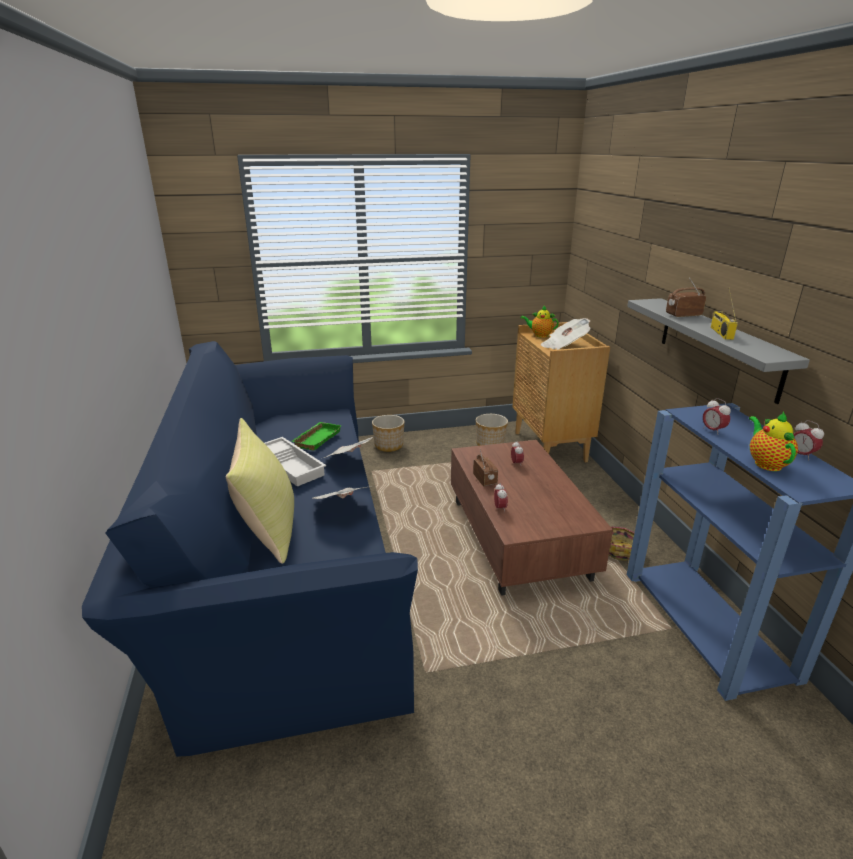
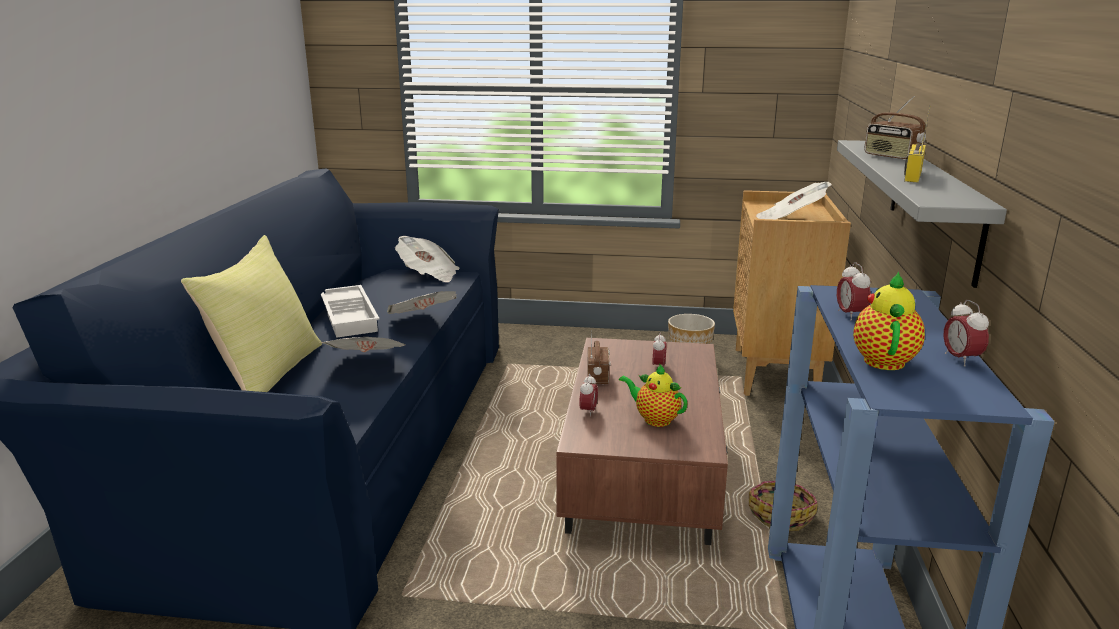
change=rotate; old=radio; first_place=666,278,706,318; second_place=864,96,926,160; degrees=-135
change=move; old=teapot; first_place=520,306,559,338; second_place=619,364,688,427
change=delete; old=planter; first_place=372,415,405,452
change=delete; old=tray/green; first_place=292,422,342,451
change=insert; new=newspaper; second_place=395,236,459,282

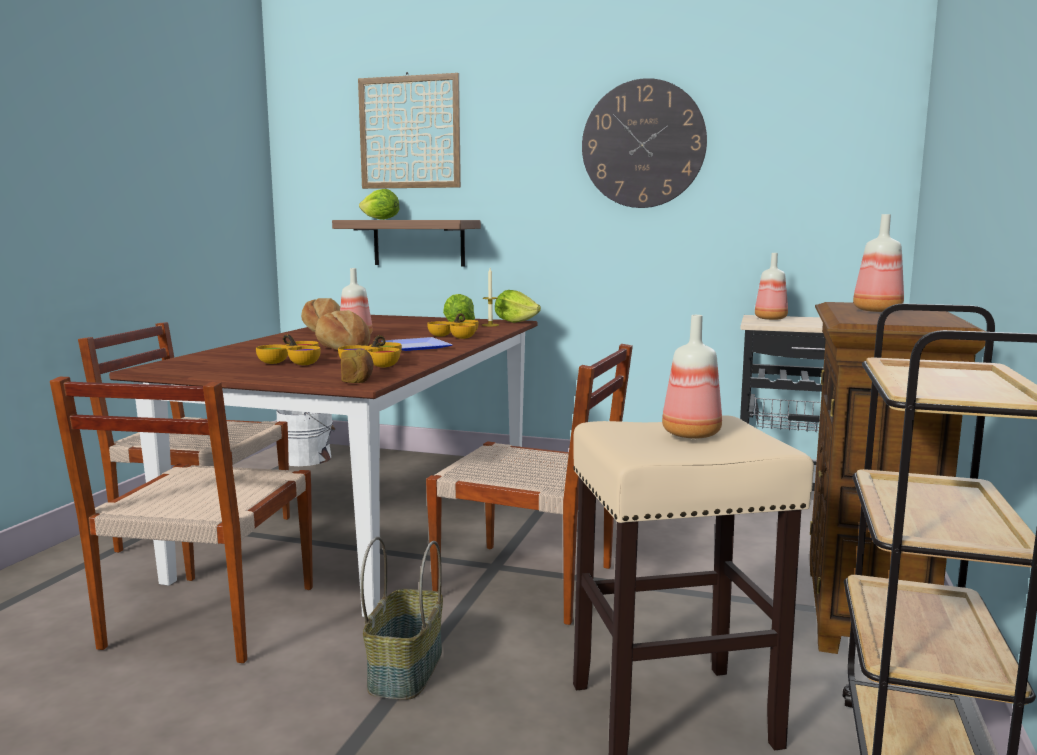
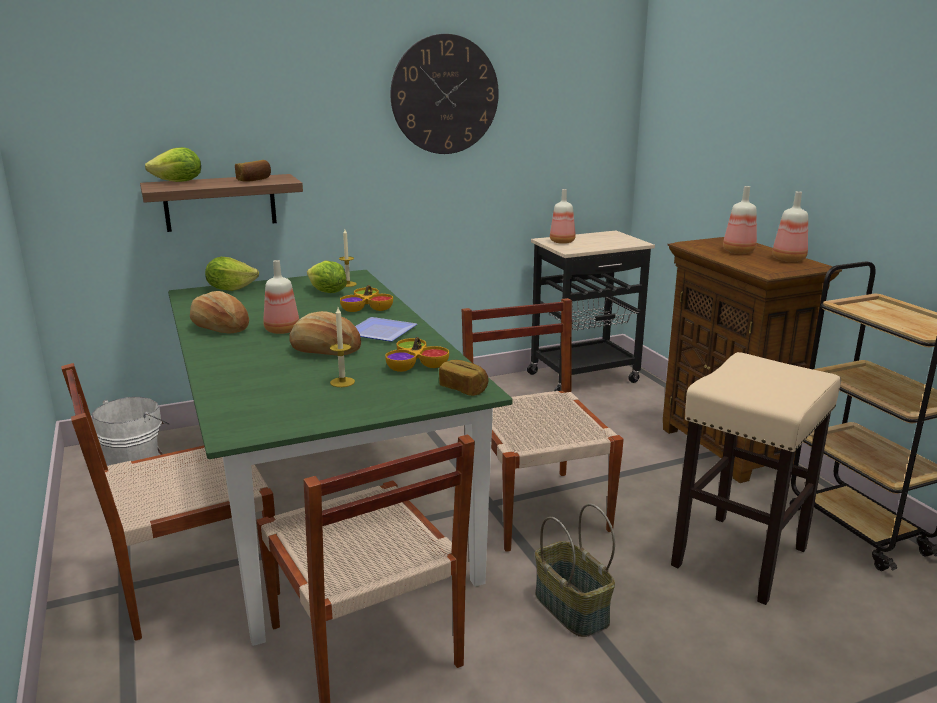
change=delete; old=picture; first_place=358,72,461,189
change=move; old=lettuce; first_place=495,290,541,323; second_place=205,257,259,291
change=recolor; old=dining table/brown; new=dining table/green; first_place=109,315,537,617; second_place=168,270,513,646
change=move; old=bottle; first_place=662,315,722,439; second_place=772,191,808,262
change=replace; old=bowl; new=candle; first_place=256,334,321,365; second_place=330,308,355,387
change=rotate; old=chair; first_place=426,344,633,625; second_place=462,298,624,552; degrees=-90
change=insert; new=bread; second_place=235,160,271,182

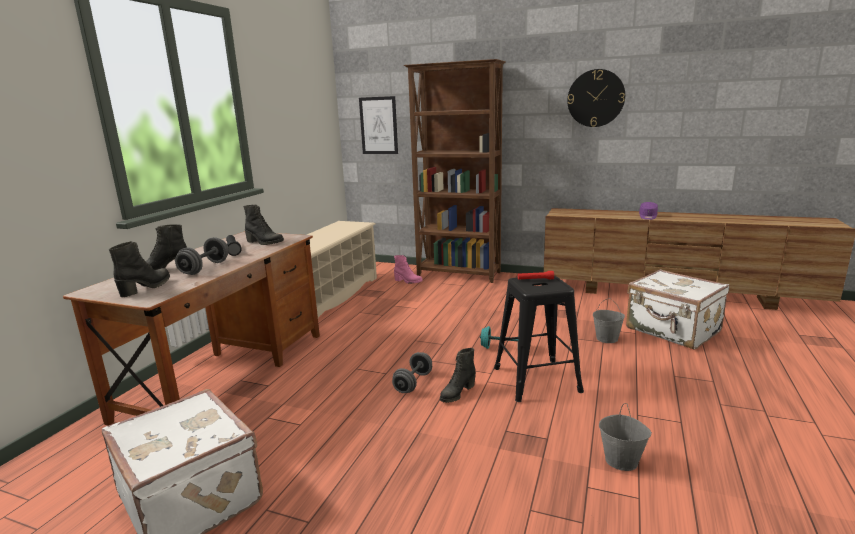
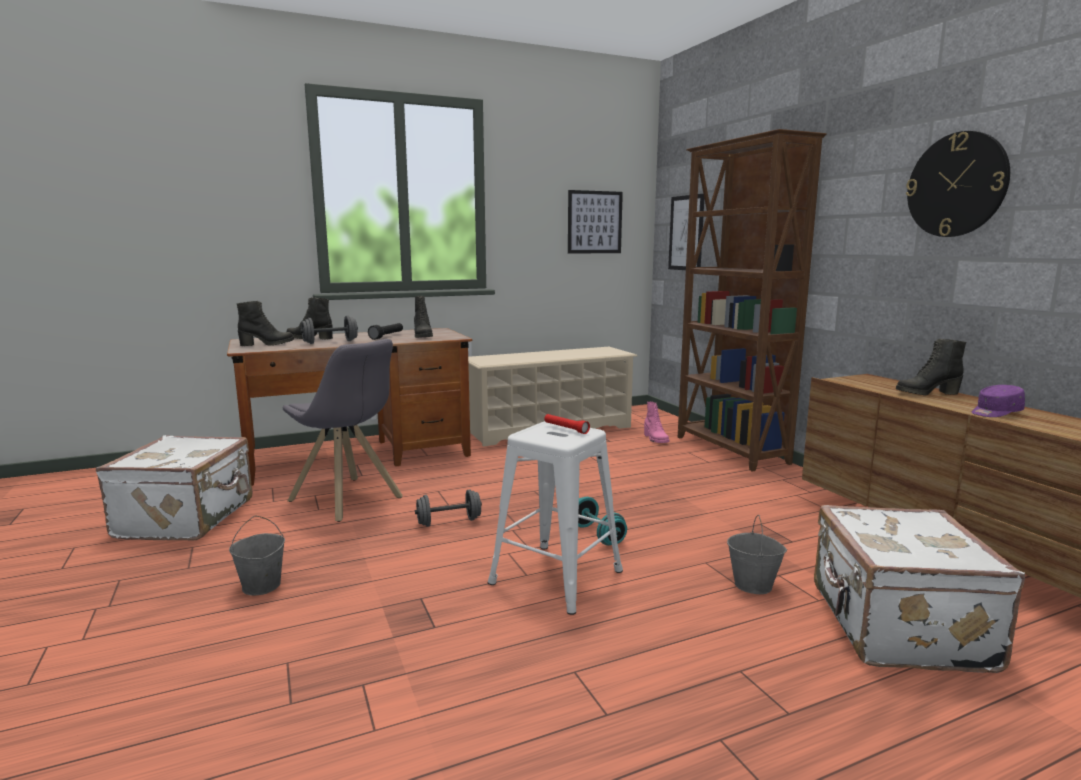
change=recolor; old=stool/black; new=stool/white; first_place=494,275,584,402; second_place=488,421,623,615
change=move; old=boot/black; first_place=440,348,476,403; second_place=896,339,966,395
change=move; old=bucket/grey; first_place=599,403,652,471; second_place=229,516,285,595
change=insert; new=picture; second_place=568,190,623,254
change=insert; new=chair/grey; second_place=282,339,403,522

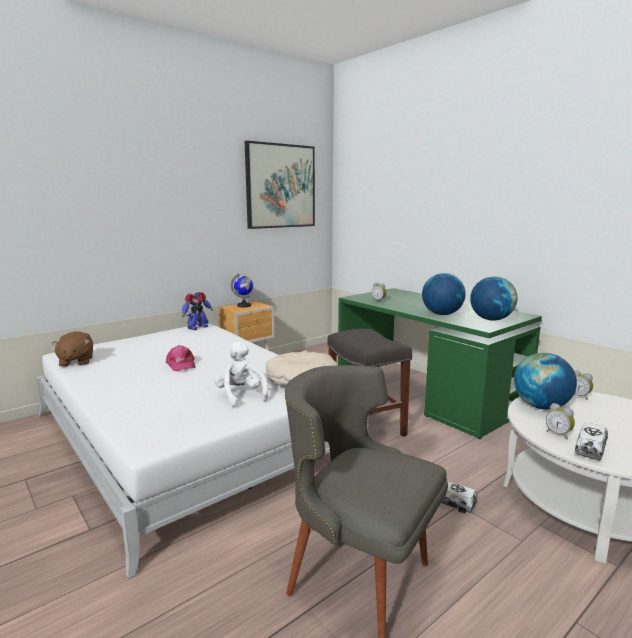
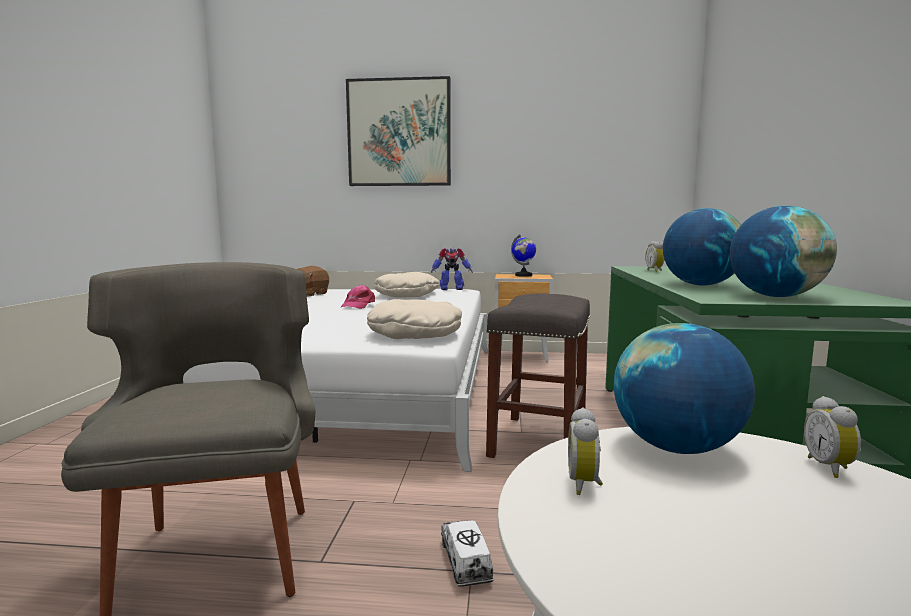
change=move; old=picture; first_place=245,141,315,229; second_place=346,76,451,186
change=delete; old=plush toy/white; first_place=214,342,268,407
change=delete; old=toy truck; first_place=575,423,608,461
change=insert; new=pillow/beige; second_place=374,272,439,298

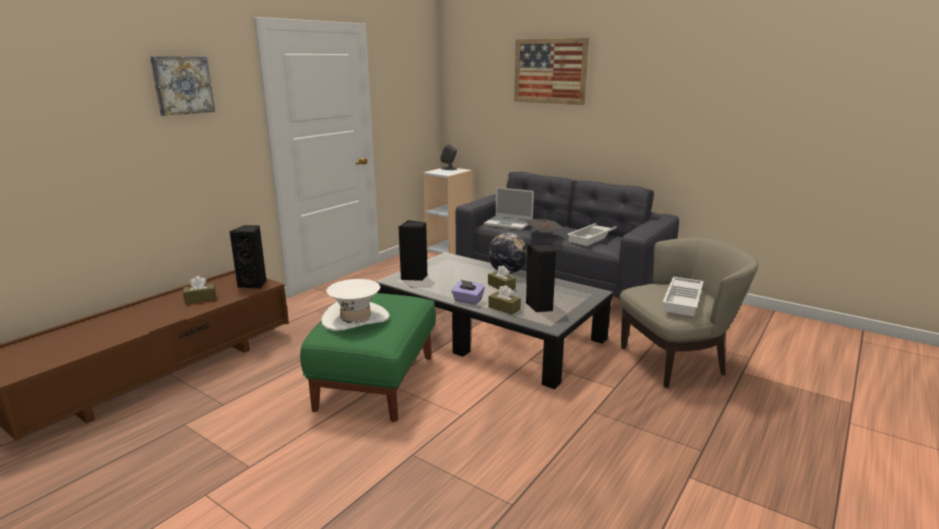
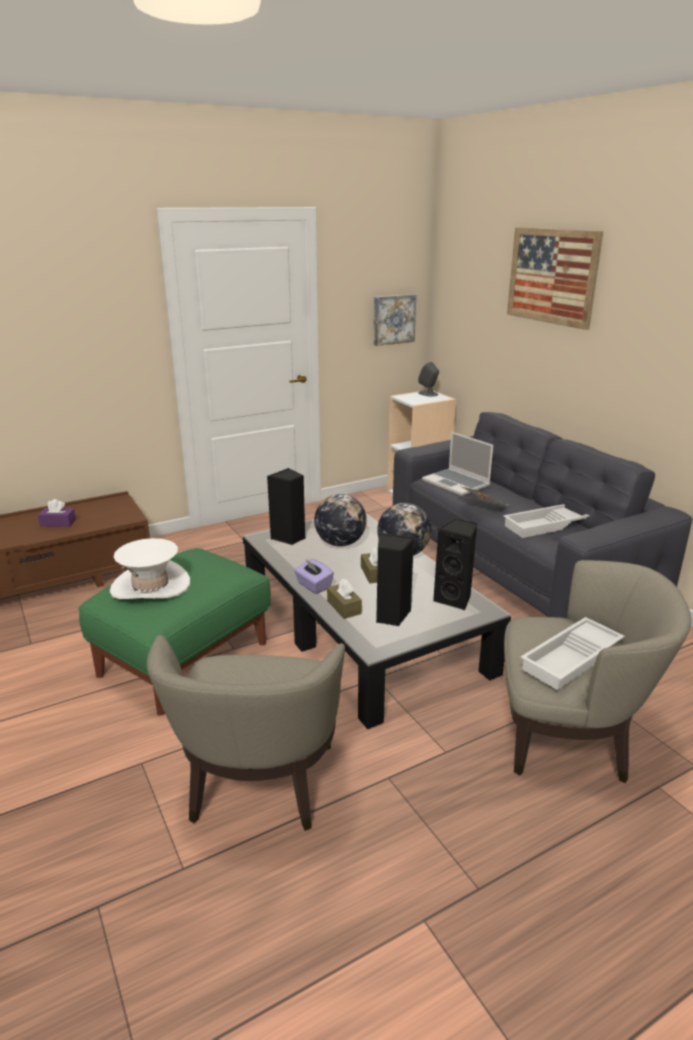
change=move; old=picture; first_place=150,56,215,116; second_place=373,294,416,346
change=move; old=speaker/black; first_place=230,225,267,289; second_place=433,519,477,610
change=recolor; old=tissue box/brown; new=tissue box/purple; first_place=183,276,216,304; second_place=38,499,76,527
change=insert; new=globe; second_place=314,494,367,546
change=insert; new=armchair/beige; second_place=147,635,345,831

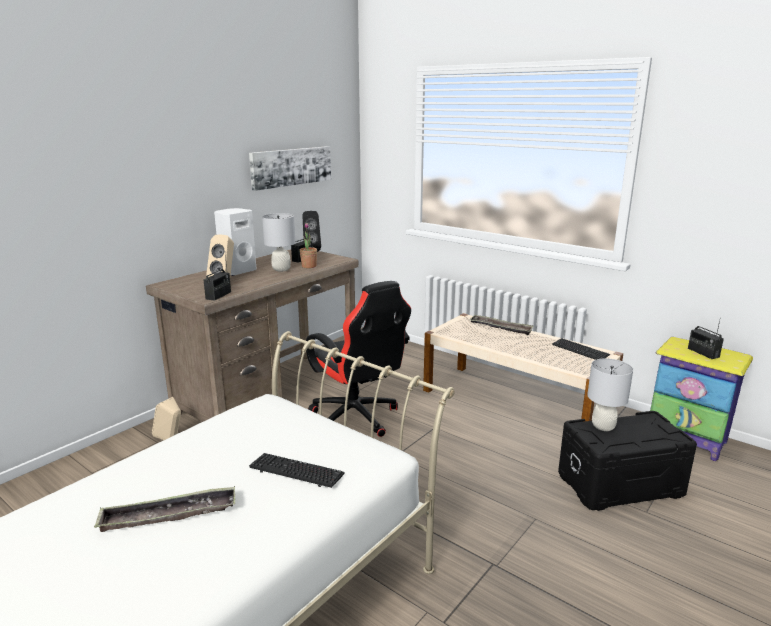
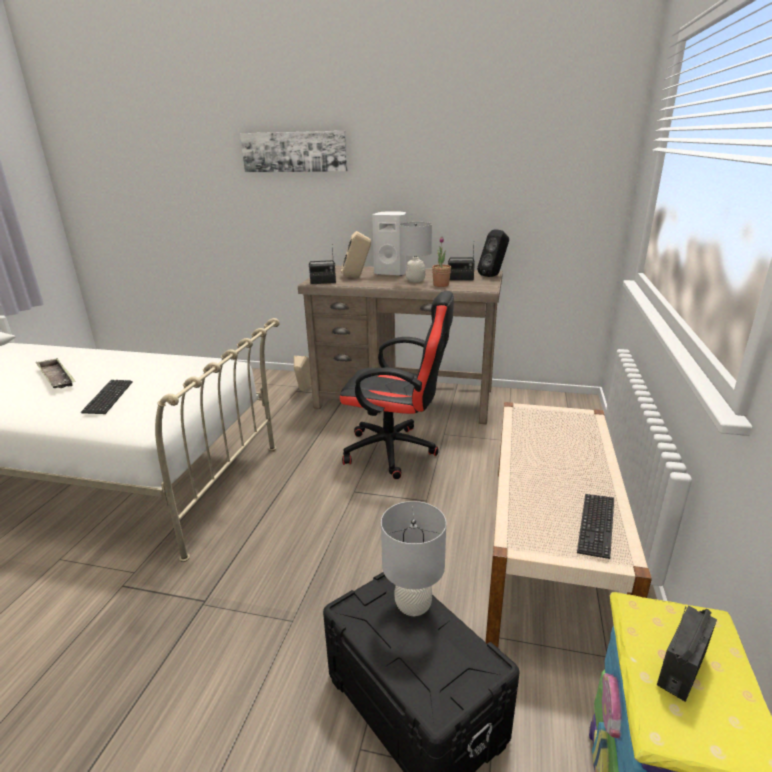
change=move; old=picture; first_place=249,146,331,191; second_place=240,131,347,172
change=rotate; old=office chair/black; first_place=306,281,411,437; second_place=340,291,454,479; degrees=-105
change=delete; old=tray; first_place=470,315,534,335

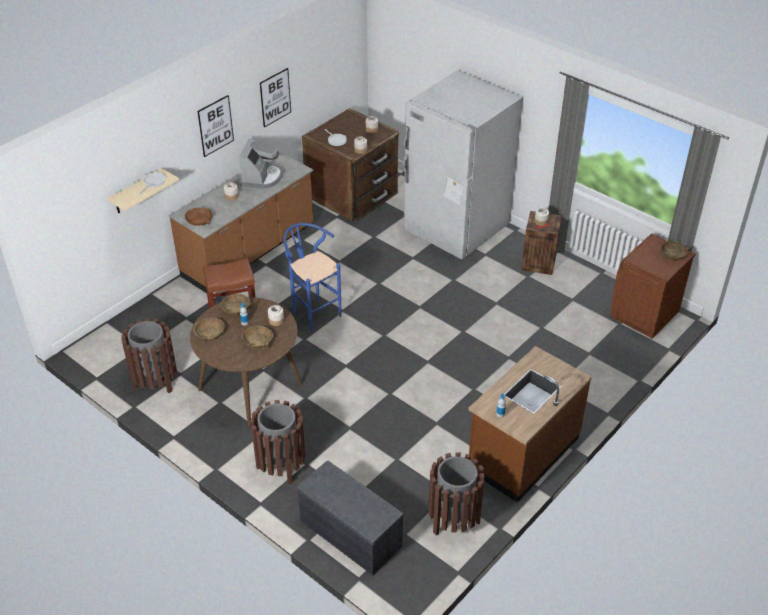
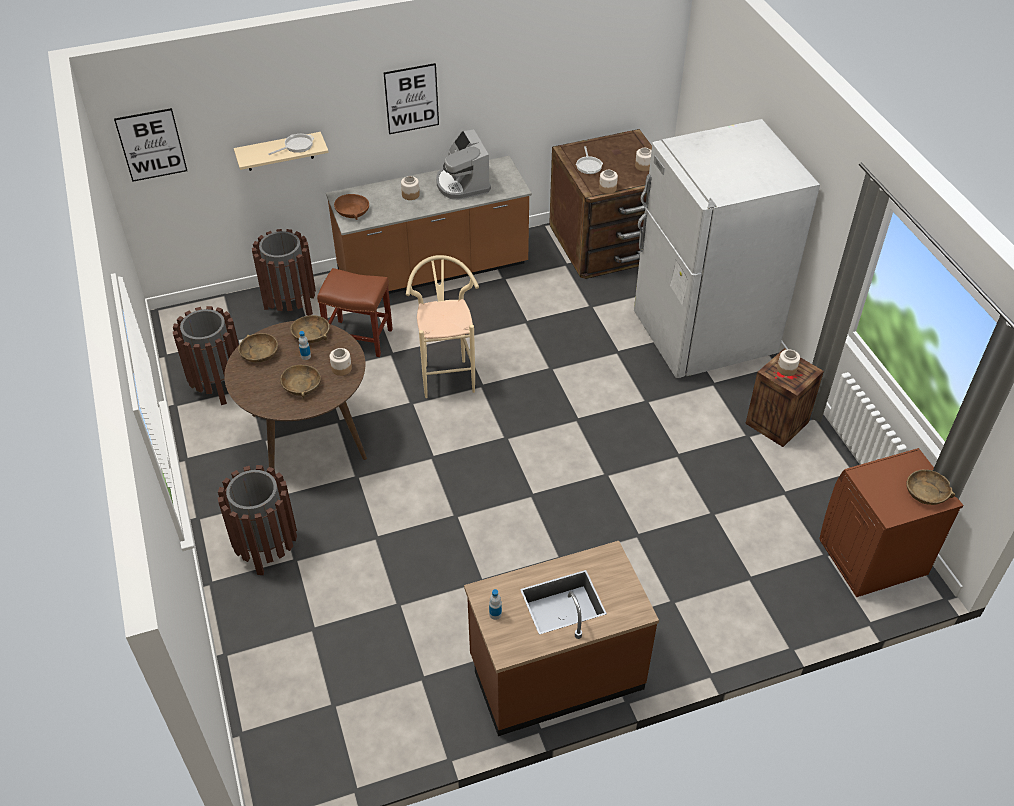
change=move; old=picture; first_place=260,68,291,128; second_place=114,108,187,182
change=rotate; old=coffee machine; first_place=239,138,282,190; second_place=436,129,491,200; degrees=120
change=recolor; old=stool/blue; new=stool/beige; first_place=283,223,341,333; second_place=406,255,479,398
change=move; old=trash can/brown; first_place=428,452,485,536; second_place=252,229,316,316
change=delete; old=bench/grey; first_place=297,460,404,575

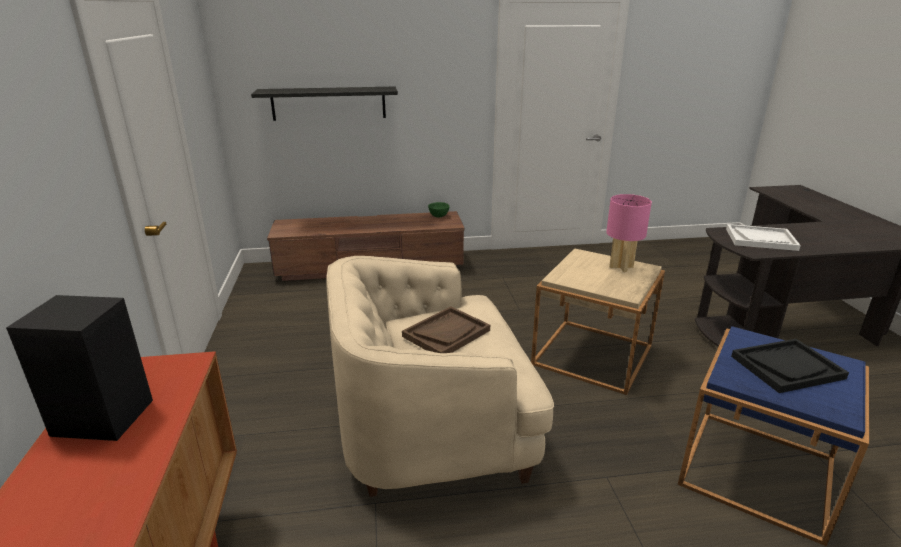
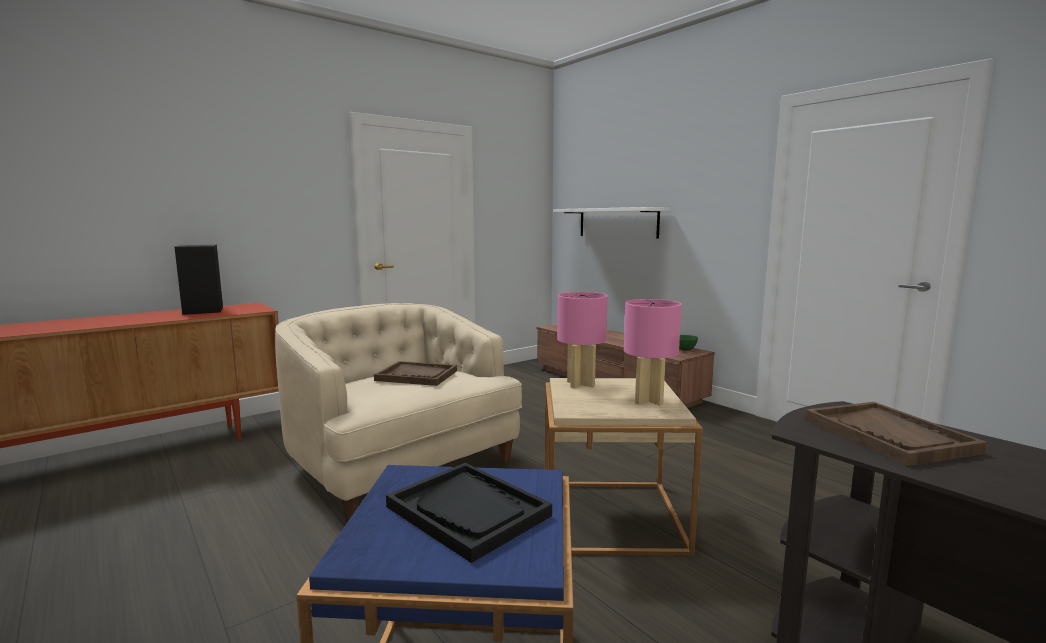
change=recolor; old=shelf/black; new=shelf/white; first_place=251,87,398,121; second_place=553,207,670,239
change=recolor; old=tray/white; new=tray/brown; first_place=726,224,801,251; second_place=805,402,987,466
change=insert; new=table lamp/pink; second_place=557,292,608,388

